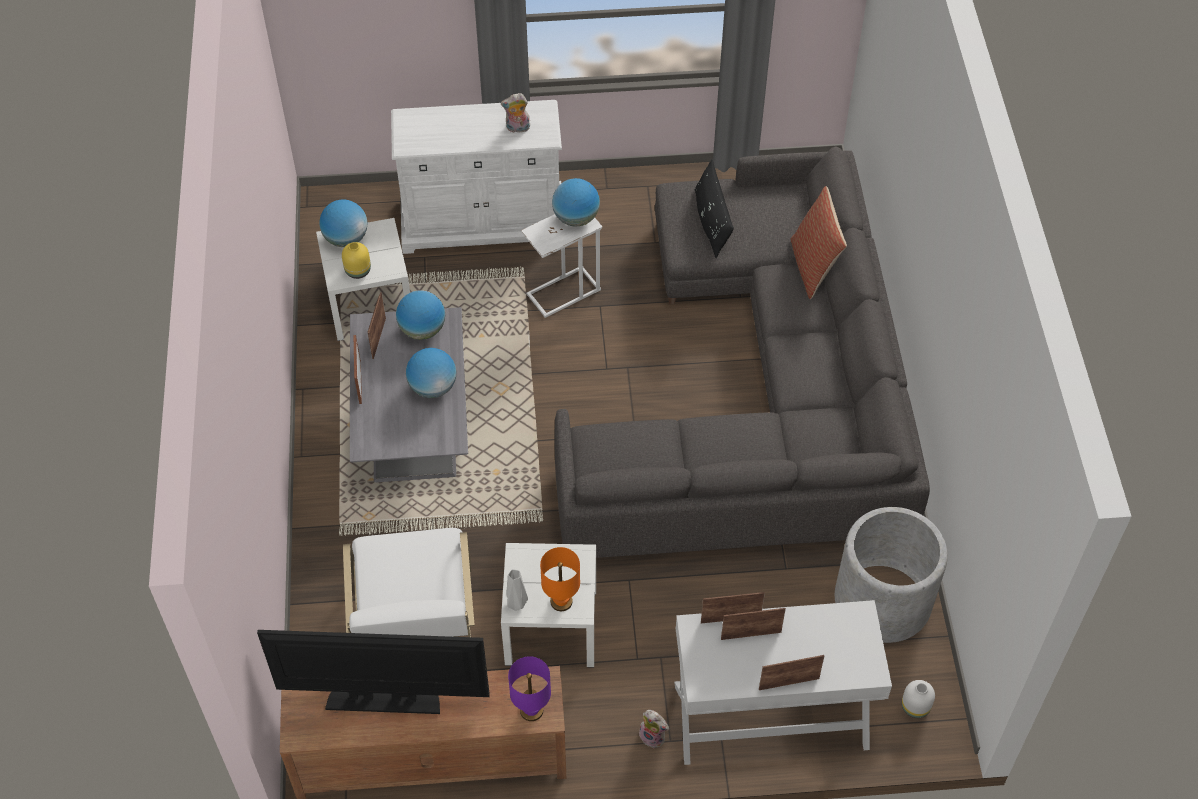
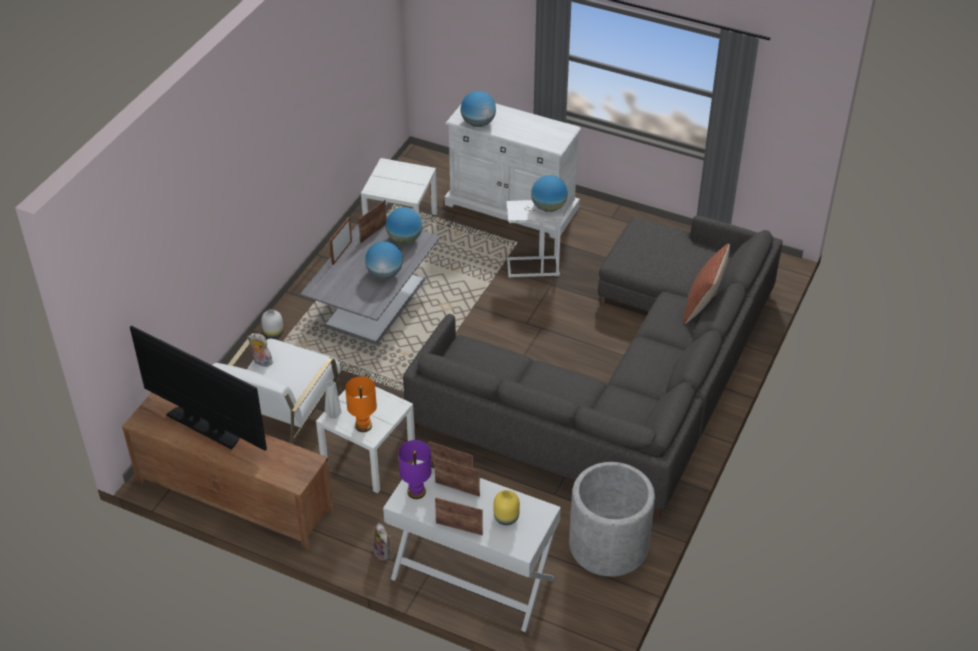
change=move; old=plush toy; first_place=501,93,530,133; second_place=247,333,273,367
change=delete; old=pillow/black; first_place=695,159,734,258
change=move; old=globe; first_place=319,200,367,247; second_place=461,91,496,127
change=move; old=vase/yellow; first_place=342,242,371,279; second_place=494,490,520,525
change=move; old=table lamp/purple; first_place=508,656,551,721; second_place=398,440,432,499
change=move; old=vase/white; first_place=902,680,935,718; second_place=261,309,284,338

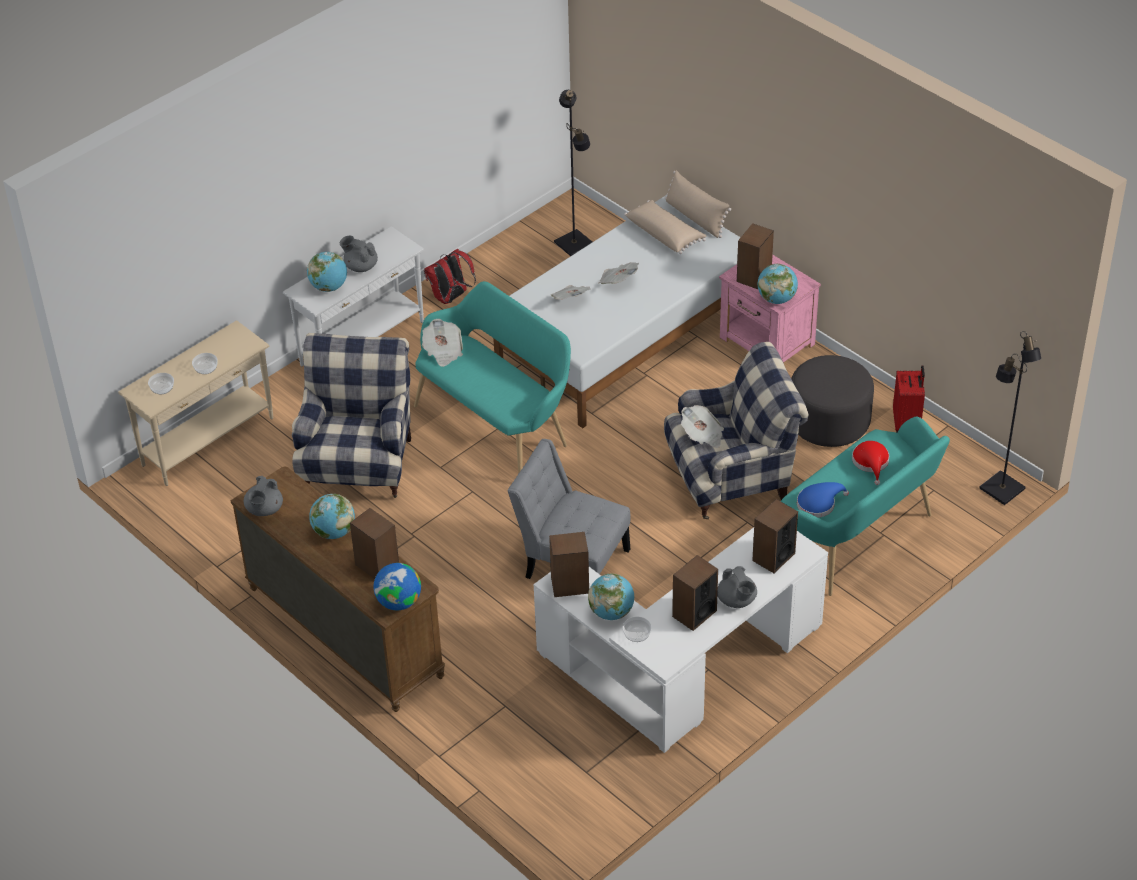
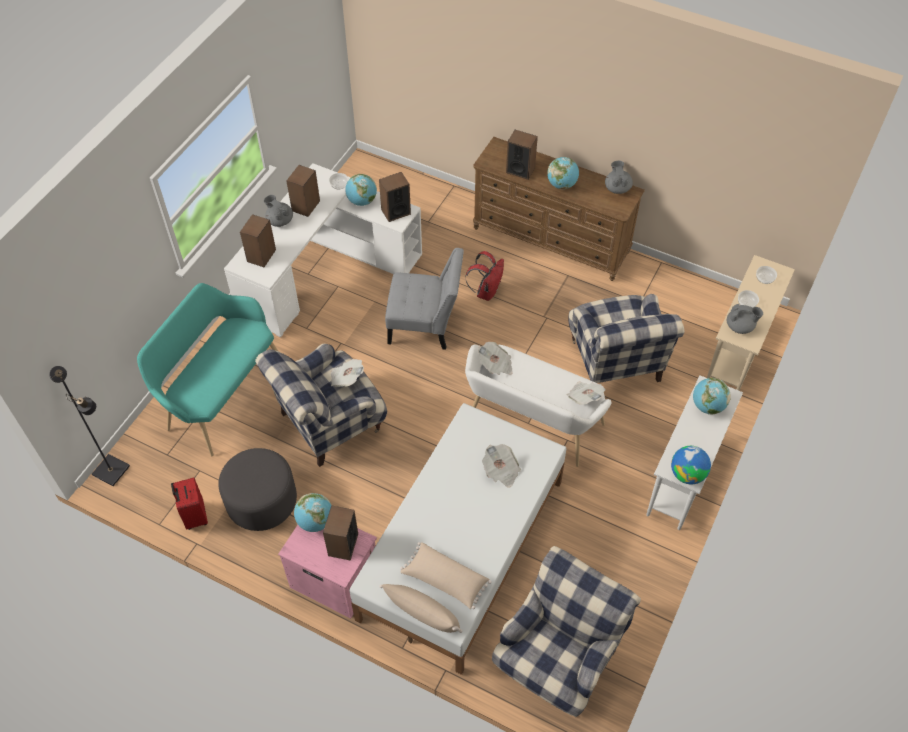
change=replace; old=floor lamp/black; new=armchair; first_place=554,90,592,256; second_place=492,546,641,717
change=move; old=teapot/grey; first_place=340,236,378,272; second_place=727,304,763,334
change=move; old=backpack/red; first_place=424,248,476,304; second_place=465,251,504,301
change=move; old=newspaper; first_place=598,262,639,284; second_place=478,342,513,375
change=recolor; old=bench/turquoise; new=bench/white; first_place=414,281,571,474; second_place=465,344,611,467
change=delete; old=hat/red; first_place=852,441,889,485
change=delete; old=hat/blue; first_place=797,482,849,517
change=move; old=globe; first_place=373,563,421,610; second_place=671,446,711,484

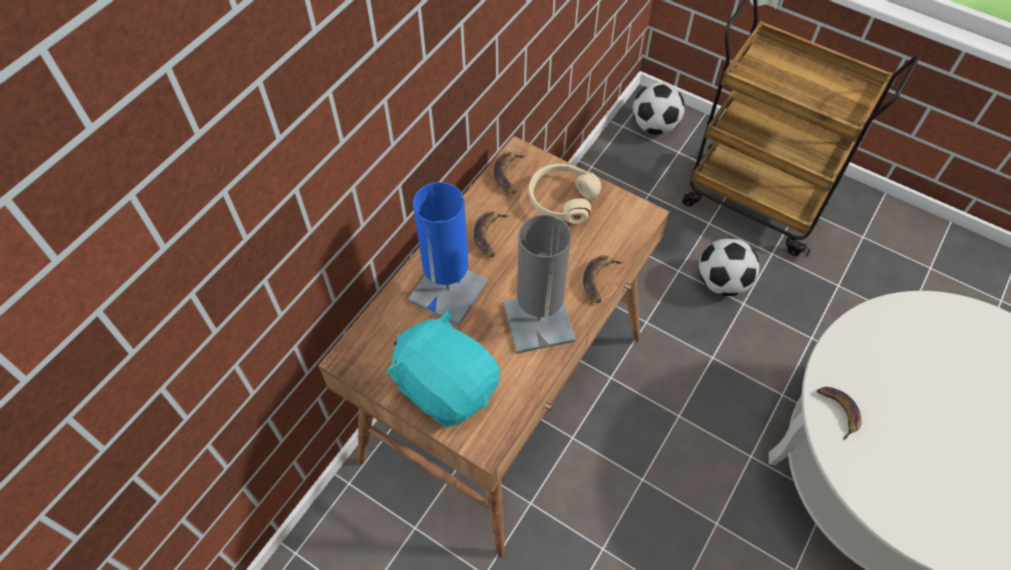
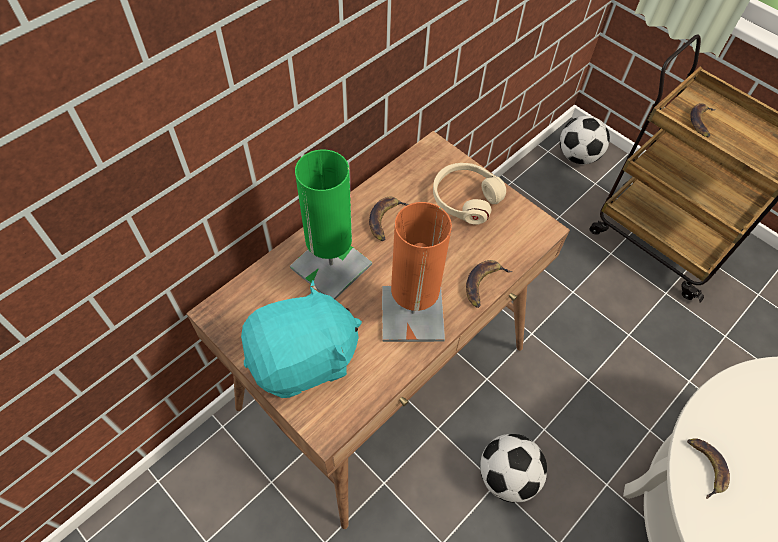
change=move; old=banana; first_place=494,152,526,194; second_place=690,103,716,138
change=recolor; old=table lamp/blue; new=table lamp/green; first_place=408,182,488,326; second_place=290,149,372,299
change=recolor; old=table lamp/grey; new=table lamp/orange; first_place=503,214,575,354; second_place=382,202,452,342
change=move; old=football; first_place=699,238,759,296; second_place=480,434,547,502
change=rotate; old=plush toy/turquoise; first_place=386,309,500,427; second_place=241,280,362,398; degrees=105

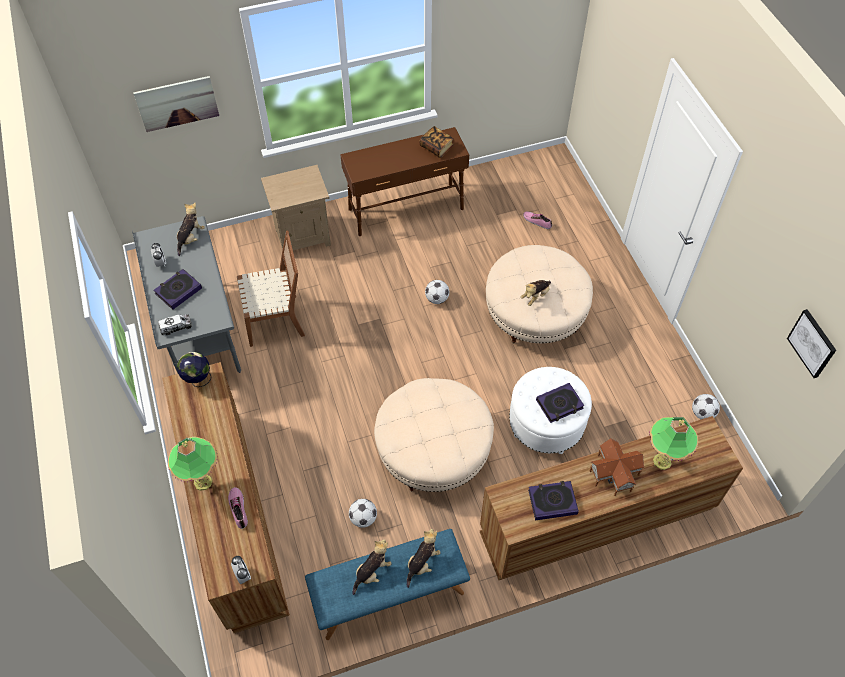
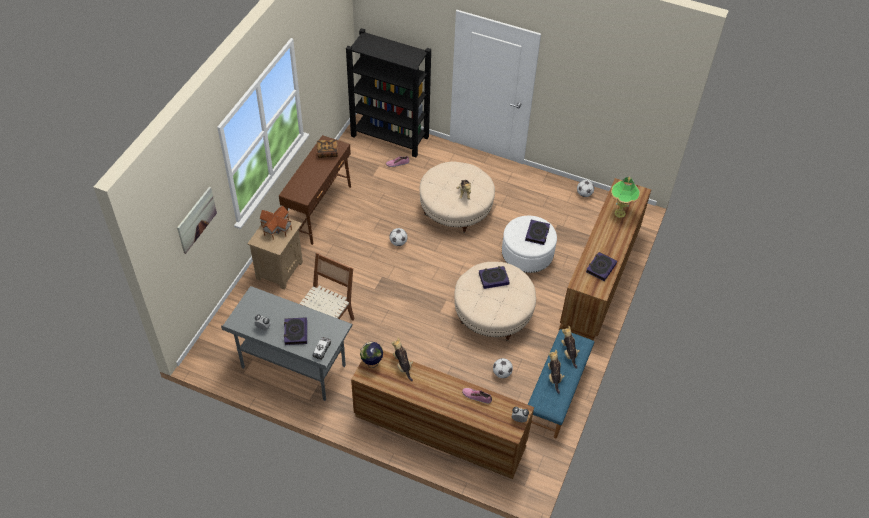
change=move; old=plush toy; first_place=177,203,205,256; second_place=392,338,413,381
change=delete; old=picture; first_place=787,309,836,378
change=delete; old=table lamp; first_place=168,437,218,491
change=move; old=toy house; first_place=590,438,645,496; second_place=260,206,292,240
change=insert; new=bookcase/black; second_place=346,28,431,157
change=insert; new=book; second_place=479,266,510,289

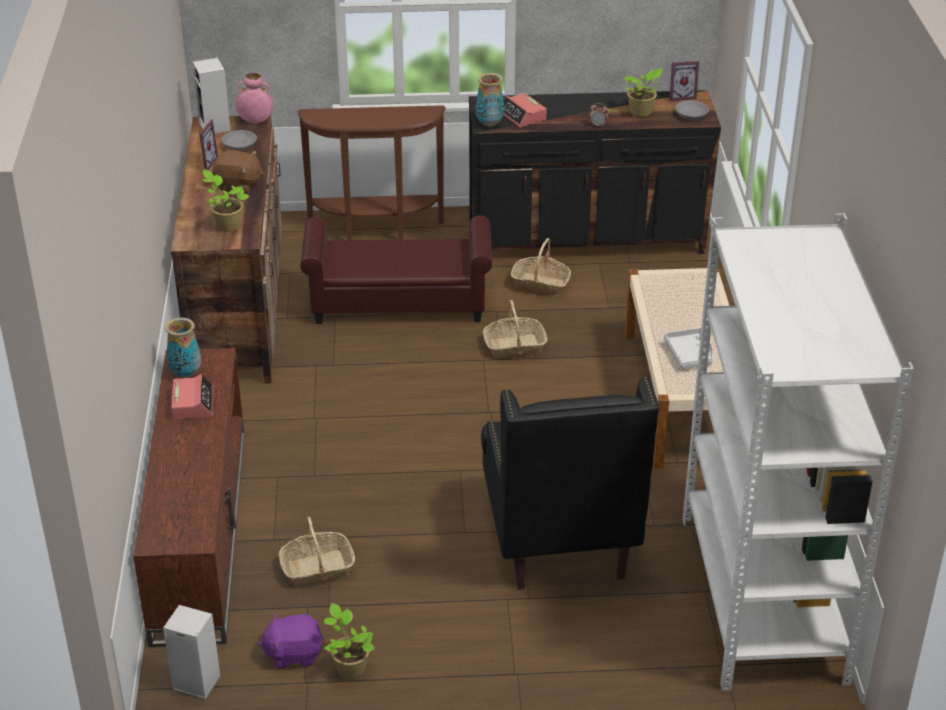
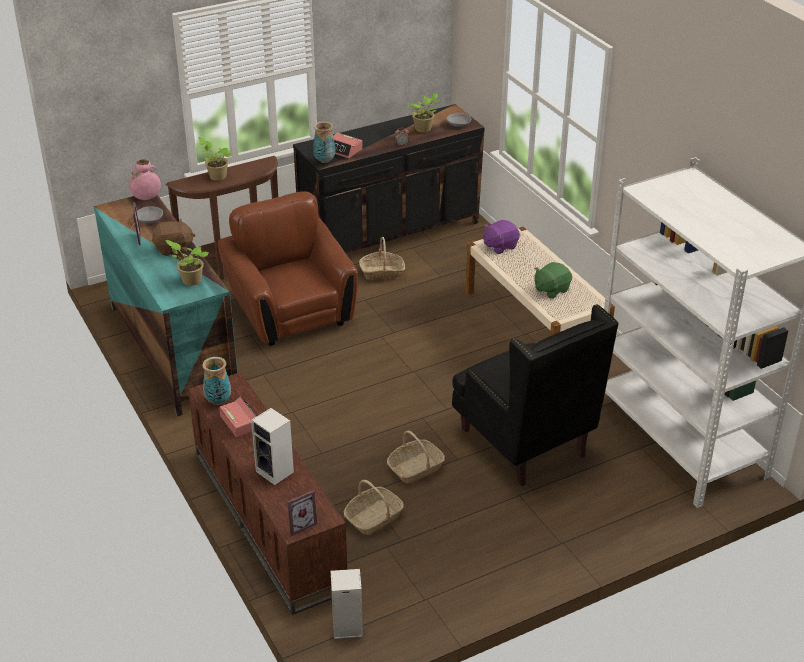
change=move; old=speaker; first_place=192,57,231,134; second_place=251,408,294,485
change=move; old=picture frame; first_place=669,61,699,101; second_place=287,490,317,536
change=recolor; old=cabinet/brown; new=cabinet/turquoise; first_place=171,115,282,384; second_place=93,195,238,417
change=replace; old=ottoman/brown; new=armchair/brown; first_place=300,215,492,324; second_place=218,191,358,346
change=move; old=basket; first_place=483,300,547,358; second_place=387,431,445,483
change=replace; old=tray/grey; new=plush toy/green; first_place=664,326,714,369; second_place=534,262,572,299
change=move; old=potted plant; first_place=324,603,375,679; second_place=198,137,233,181
change=move; old=plush toy/purple; first_place=258,614,323,669; second_place=483,220,520,254

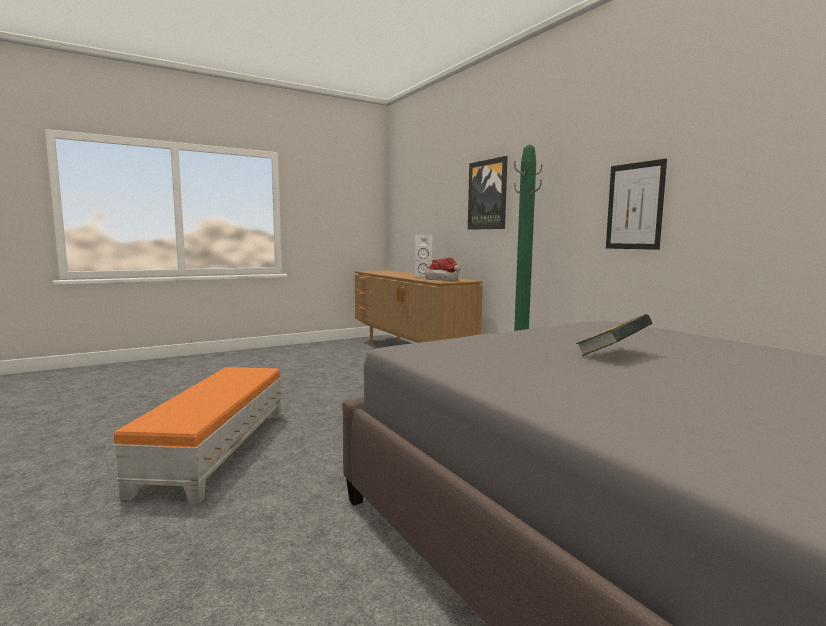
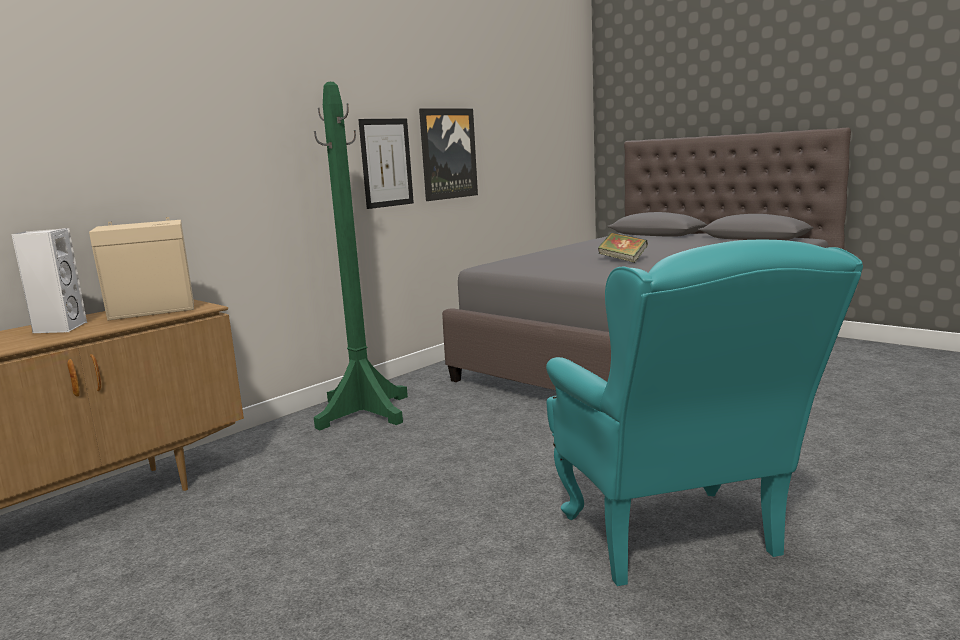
change=move; old=picture; first_place=468,156,508,230; second_place=419,108,478,201
change=replace; old=hat; new=speaker/beige; first_place=425,258,461,280; second_place=89,217,194,320
change=replace; old=ottoman/orange; new=armchair/turquoise; first_place=113,367,282,504; second_place=546,240,863,586

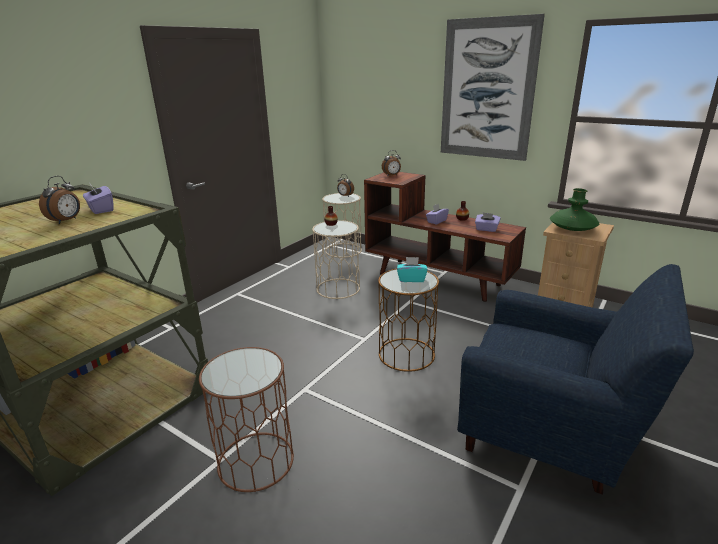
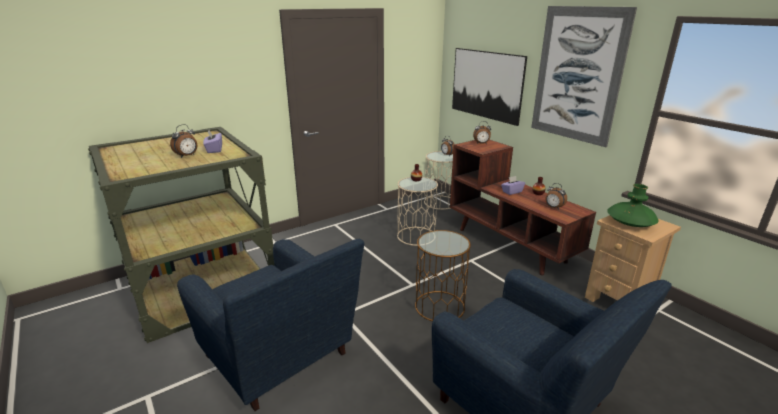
change=replace; old=tissue box/purple; new=alarm clock; first_place=475,213,501,232; second_place=546,183,567,210
change=delete; old=tissue box/turquoise; first_place=397,257,428,282
change=replace; old=side table/brown; new=armchair/blue; first_place=199,347,294,492; second_place=177,239,364,411
change=insert; new=picture; second_place=452,48,527,126

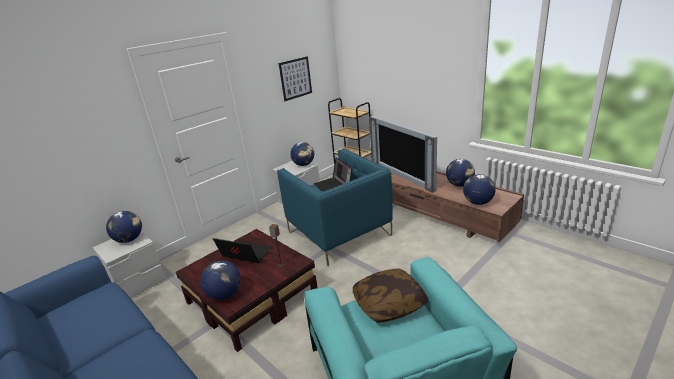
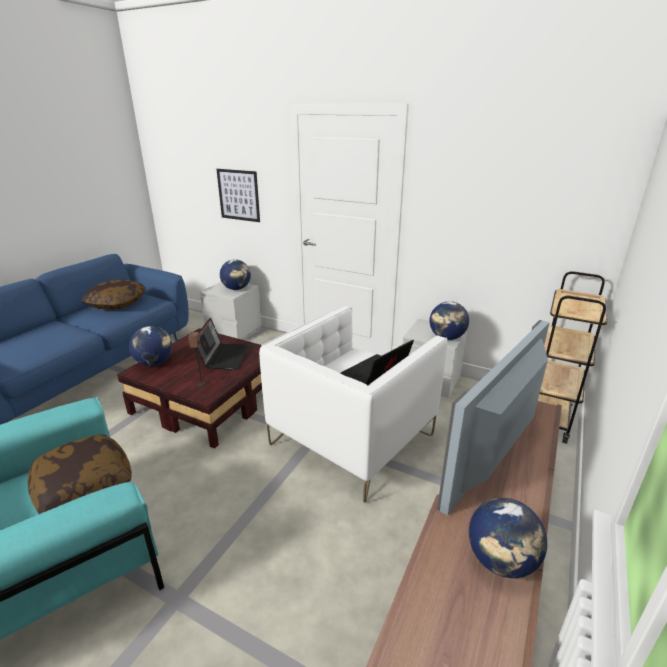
change=move; old=picture; first_place=279,56,312,101; second_place=217,169,260,222
change=recolor; old=armchair/blue; new=armchair/white; first_place=277,149,393,266; second_place=259,305,447,503
change=delete; old=globe; first_place=463,174,496,205
change=insert; new=pillow; second_place=81,280,146,310

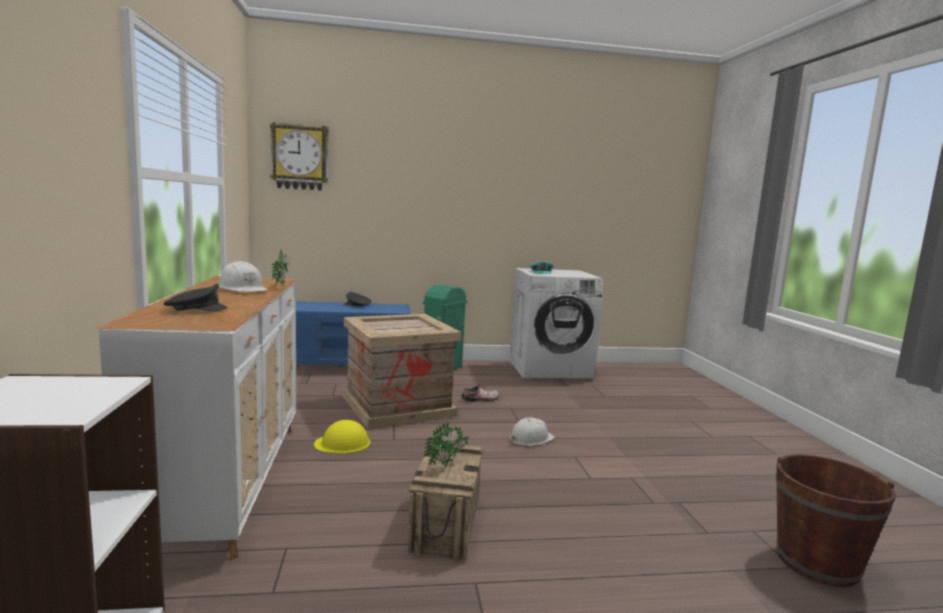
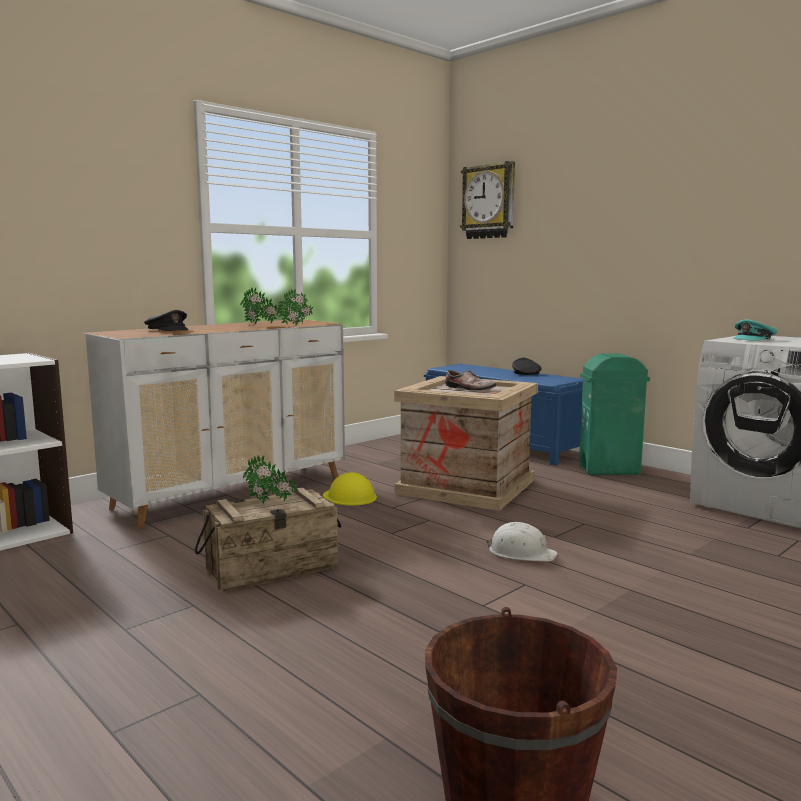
change=replace; old=hard hat/white; new=potted plant; first_place=219,261,267,292; second_place=241,287,281,325
change=move; old=shoe; first_place=461,385,499,402; second_place=445,370,496,391

